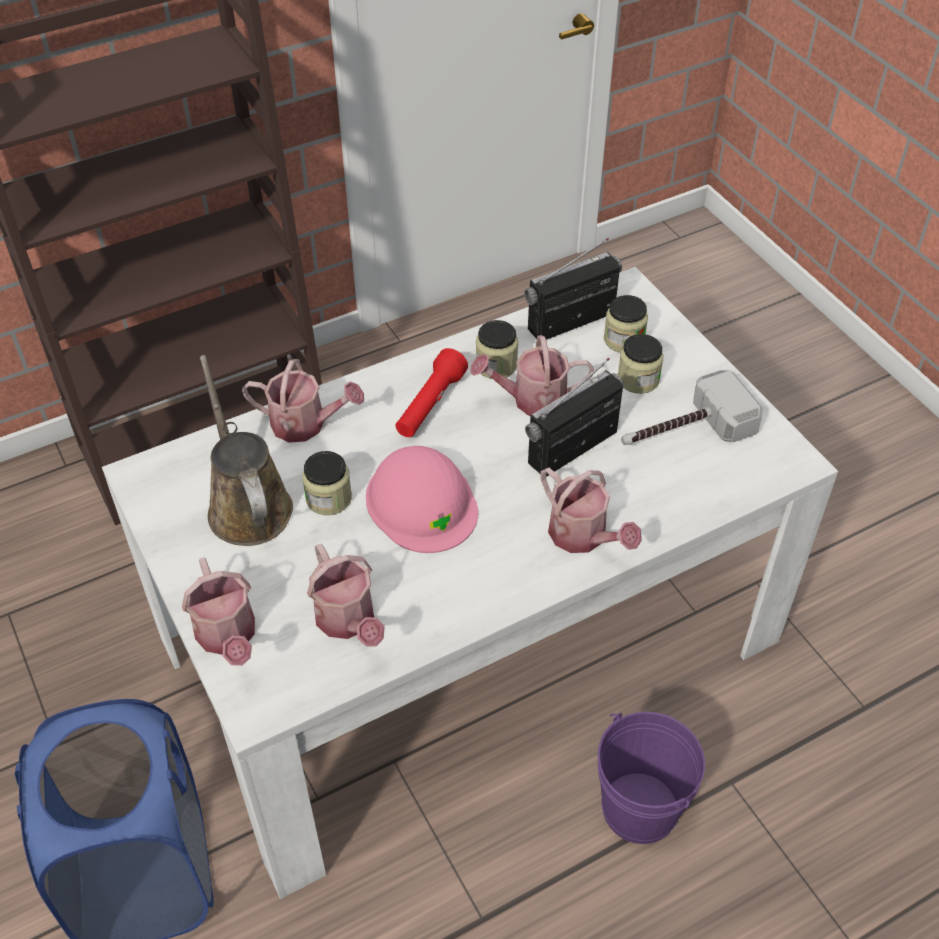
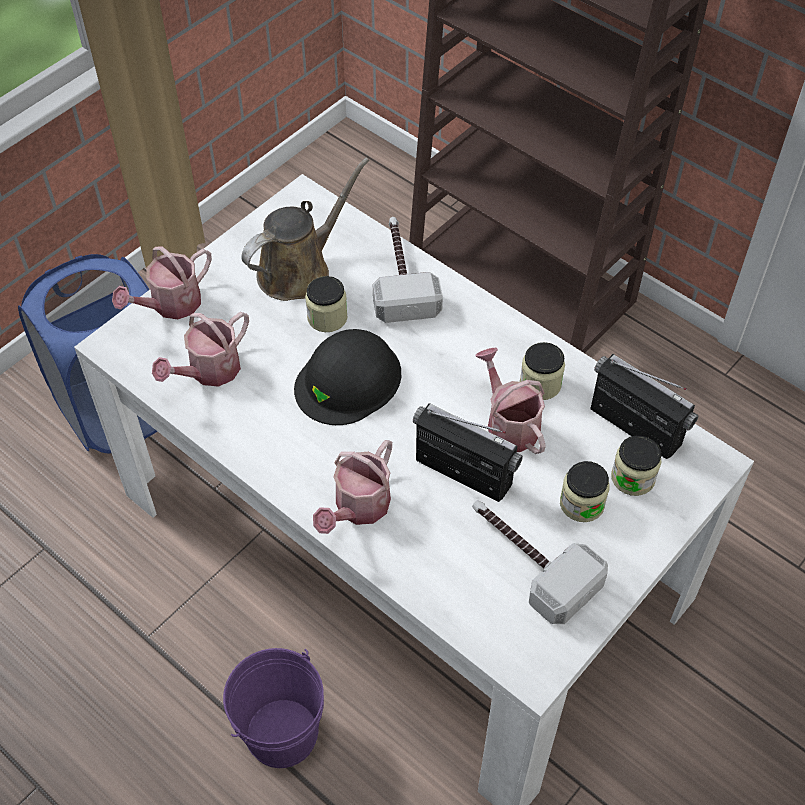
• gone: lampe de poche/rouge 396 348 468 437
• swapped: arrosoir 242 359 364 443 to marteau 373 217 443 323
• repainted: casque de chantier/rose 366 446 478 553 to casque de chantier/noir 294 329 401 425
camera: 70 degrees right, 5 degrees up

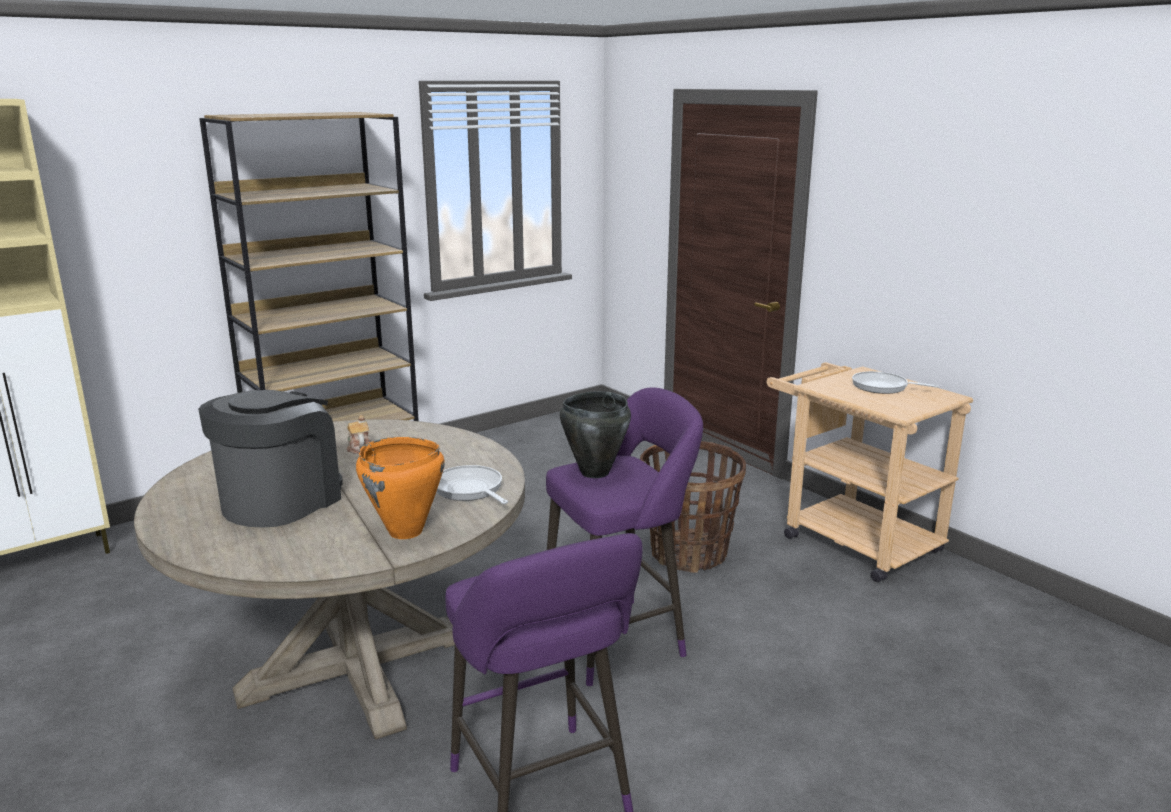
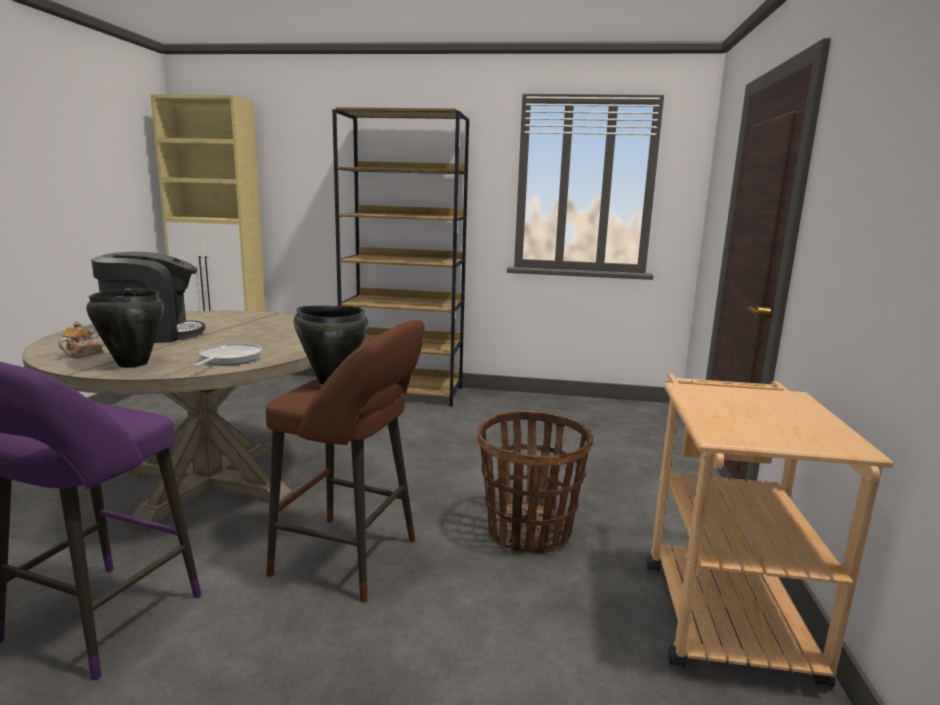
• gone: poêle 852 371 939 394
• repainted: tabouret/violet 546 388 703 686 to tabouret/marron 266 319 425 602
• shifted: théière 347 415 371 454 to 58 321 104 358
• repainted: marmite/orange 356 437 445 539 to marmite/noir 86 288 164 368
camera: 45 degrees right, 5 degrees down

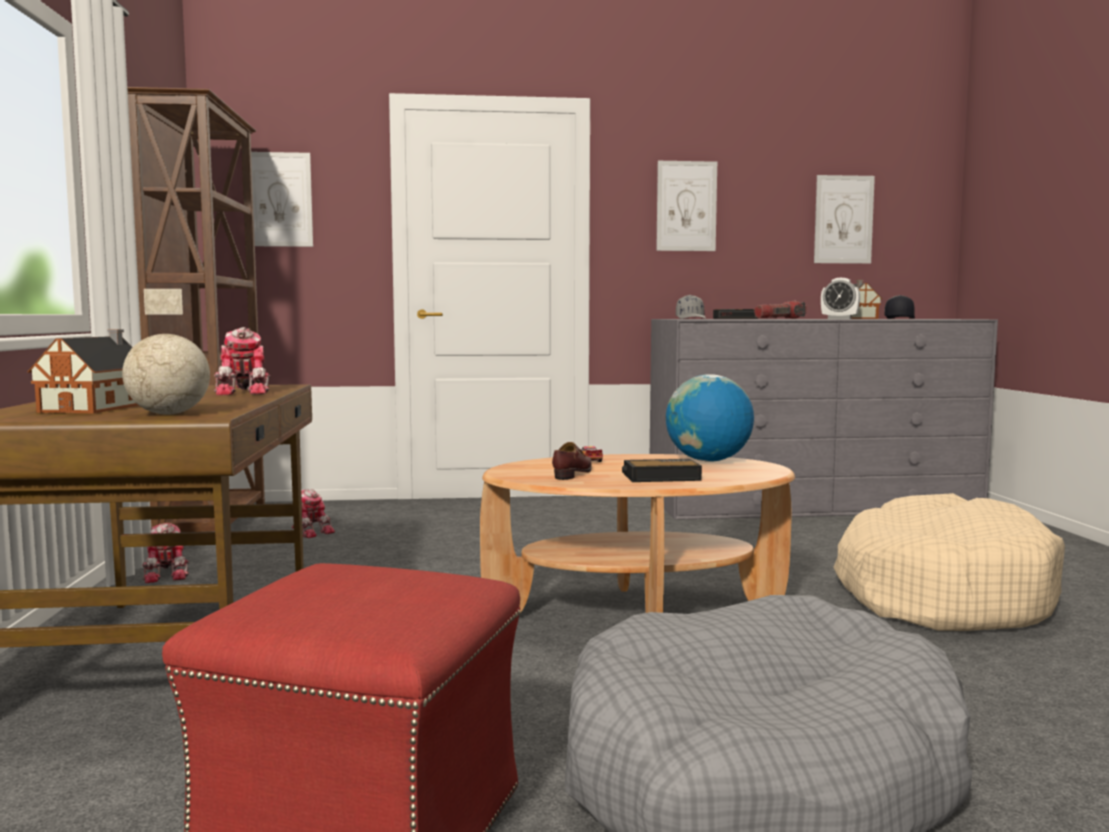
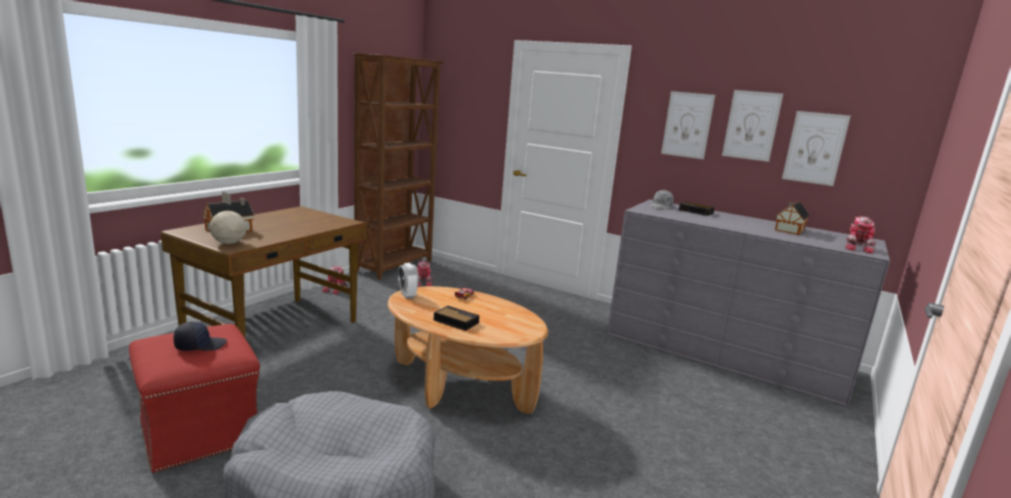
• shifted: tableau 251 152 313 247 to 722 90 783 162
• shifted: réveil 821 278 860 319 to 398 263 419 299
• shifted: casquette/noir 884 295 915 319 to 174 321 227 351
• gone: lampe de poche 754 301 807 319
• shifted: robot jouet 214 327 271 395 to 845 217 876 254
• gone: globe 666 374 754 462
• gone: chaussure/marron 552 442 592 480
• gone: panier pour chien/beige 834 493 1065 631
camera: 35 degrees right, 10 degrees up

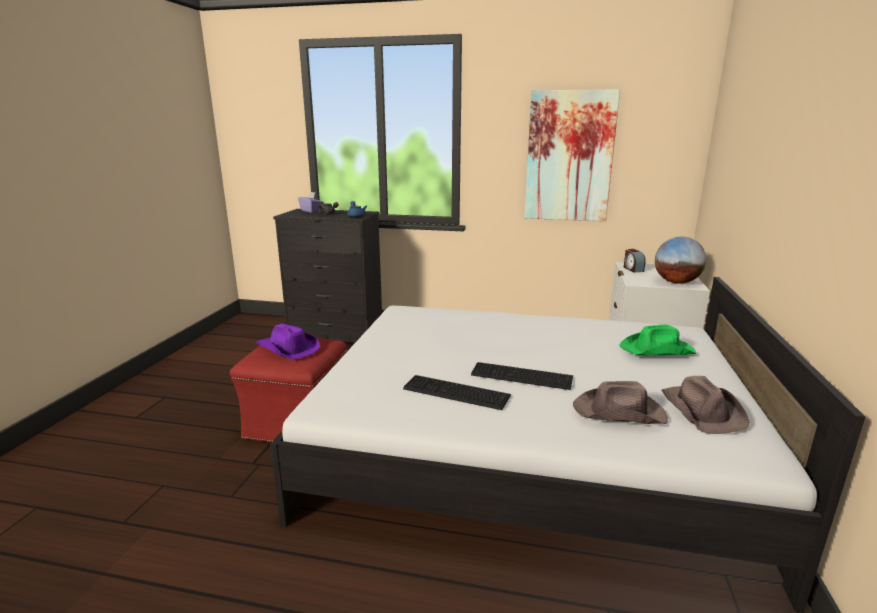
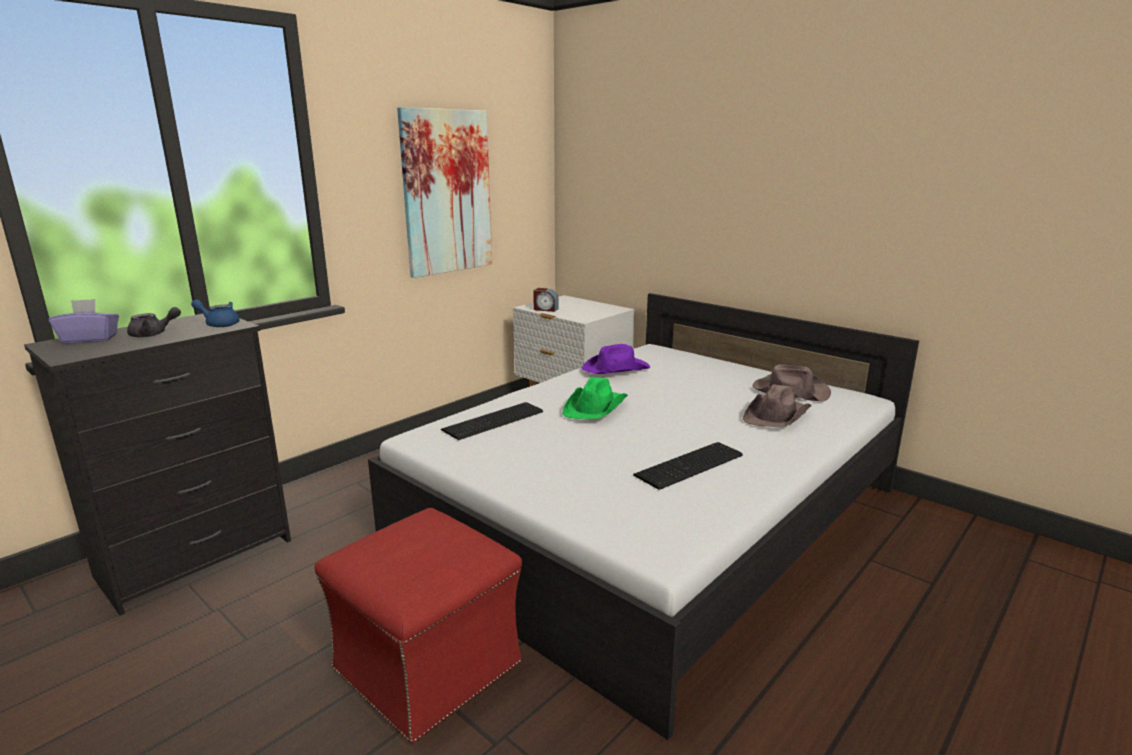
• gone: globe 655 237 706 284
• shifted: chapeau/violet 256 324 320 360 to 581 344 650 374
• shifted: chapeau/vert 620 324 696 356 to 562 377 628 419
• shifted: clavier 471 362 573 390 to 441 402 543 440
camera: 60 degrees left, 0 degrees up

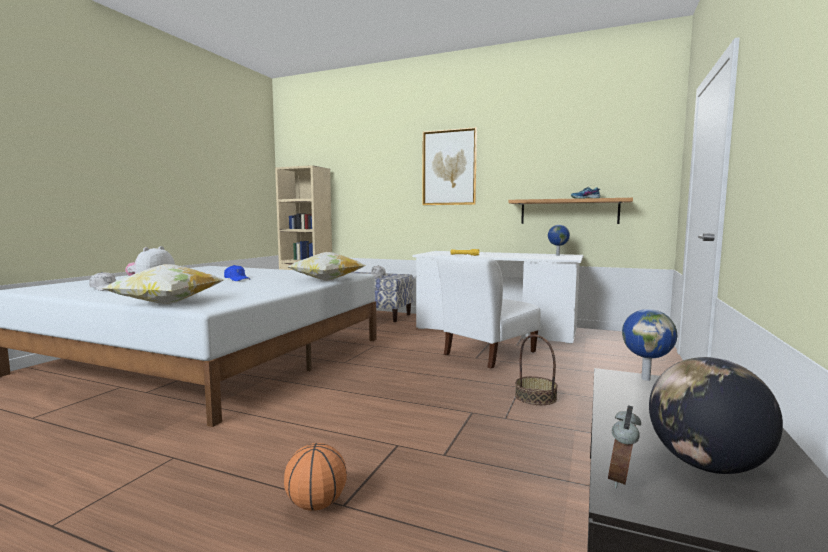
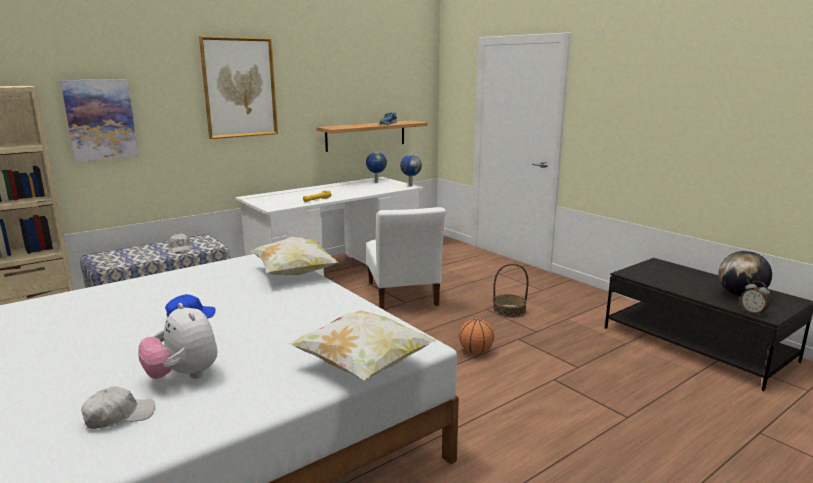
• shifted: globe 622 309 677 381 to 400 154 422 186
• shifted: ballon de basket 284 443 347 511 to 459 318 494 354
• new: tableau 61 79 138 162
camera: 60 degrees left, 10 degrees up

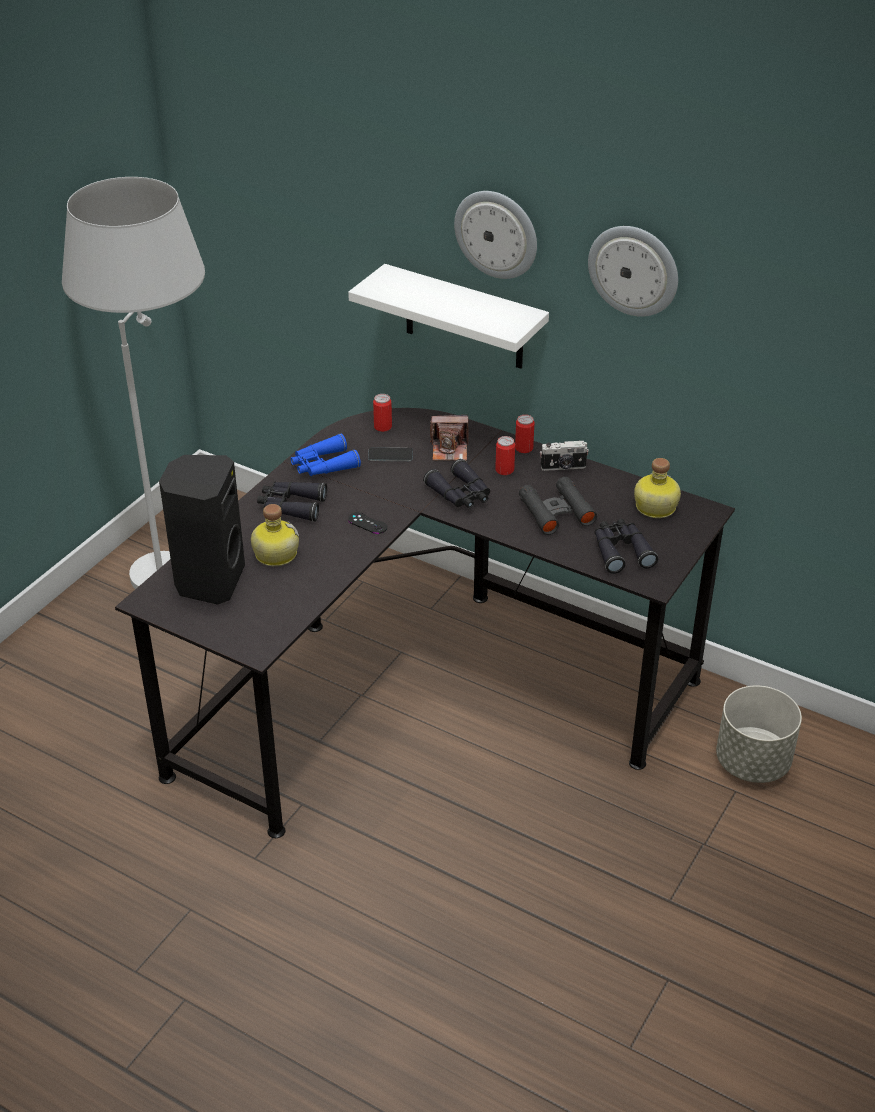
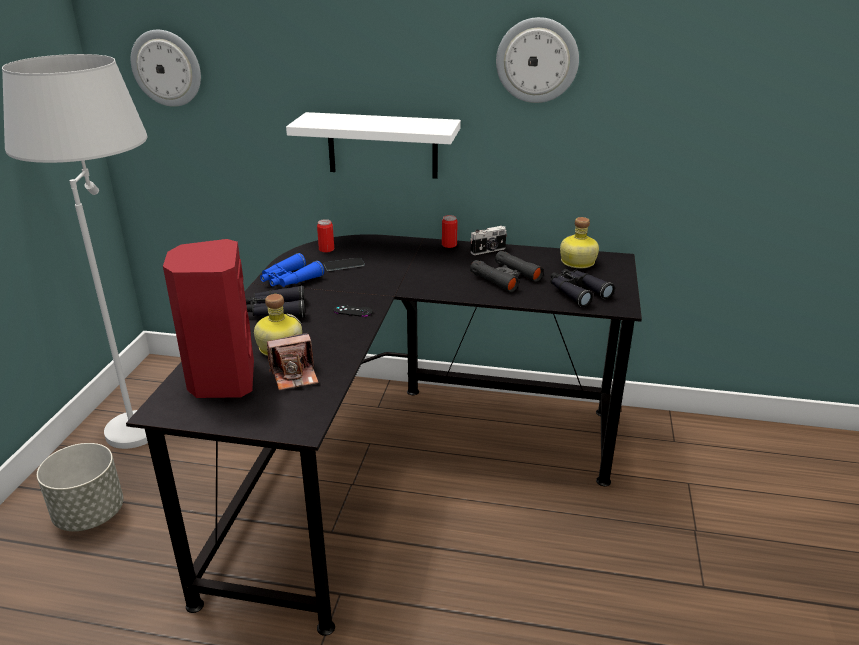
• shifted: horloge murale 454 191 537 279 to 131 30 201 107
• shifted: appareil photo 430 415 468 461 to 267 333 318 390
• gone: boîte métallique 495 436 515 475
• repainted: enceinte/noir 159 455 245 605 to enceinte/rouge 163 239 254 398
• gone: jumelles/noir 423 459 490 508
• shifted: cache-pot/gris 716 685 802 783 to 37 443 124 531
camera: 20 degrees left, 10 degrees down

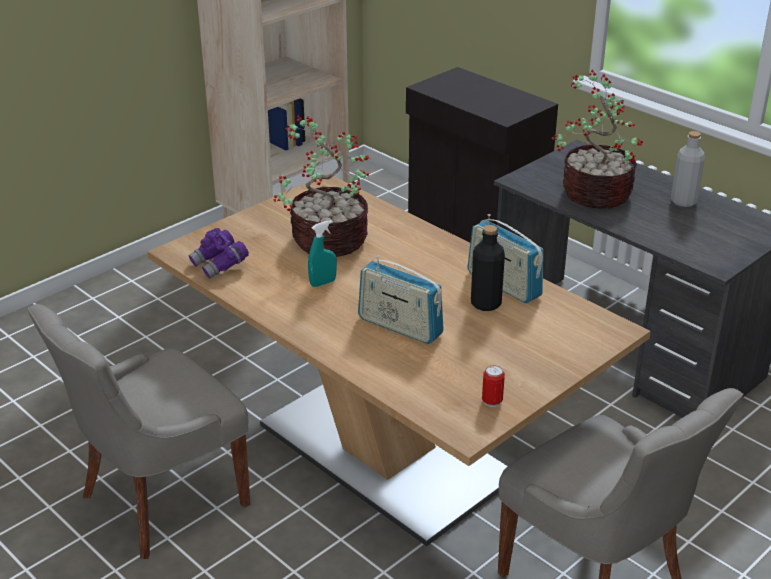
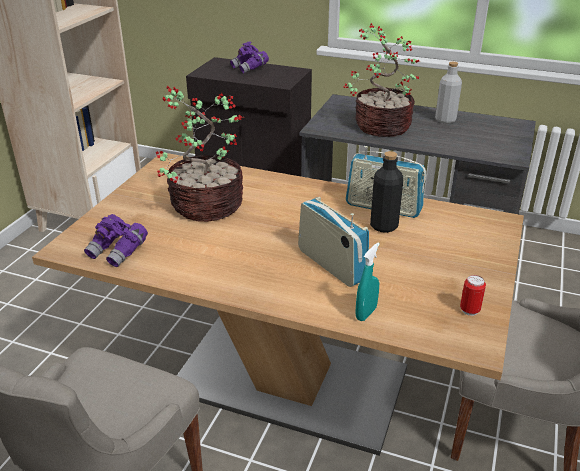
• shifted: vaporisateur/turquoise 308 220 337 287 to 355 243 380 321
• rotated: radio 358 255 444 344 = 298 197 369 287 135 degrees counterclockwise
• new: jumelles/violet 230 42 269 74
camera: 25 degrees left, 0 degrees up

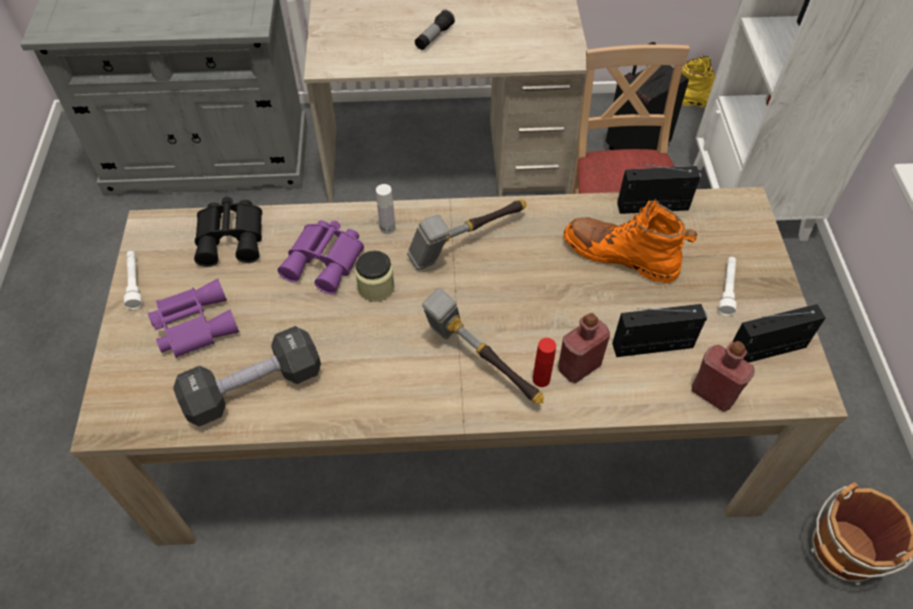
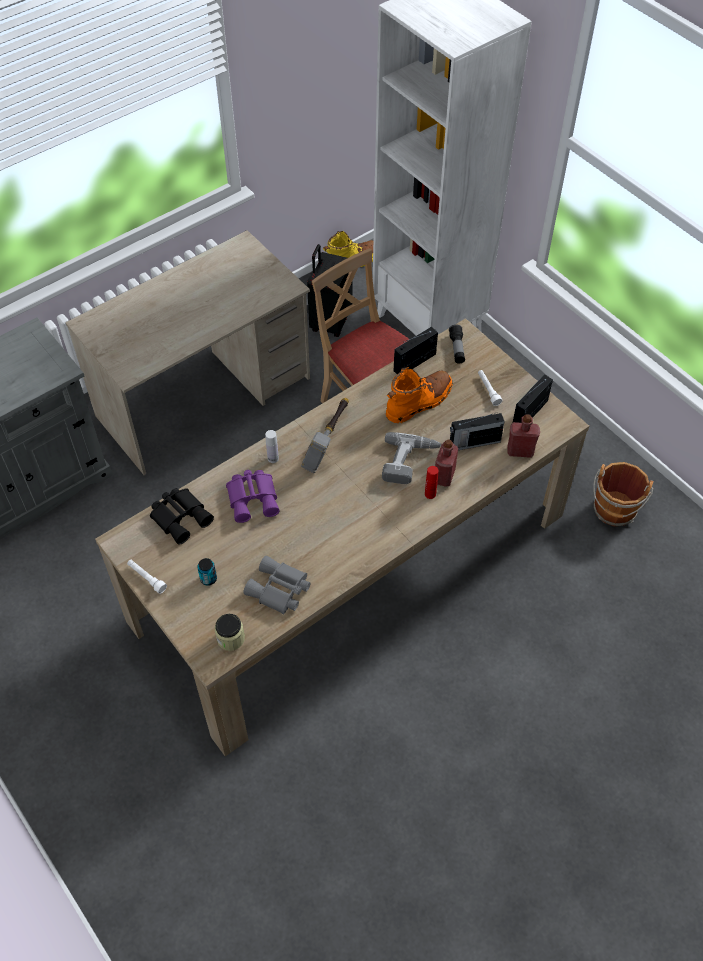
• shifted: lampe de poche 415 10 455 50 to 449 325 465 364
• rotated: botte/orange 564 199 698 284 = 386 367 453 423 150 degrees clockwise
• shifted: bocal 355 251 395 302 to 215 614 245 651
• swapped: jumelles/violet 148 279 239 358 to boîte métallique 197 558 217 586
• gone: marteau 422 288 544 404
• rotated: radio 612 304 707 357 = 450 412 505 450 150 degrees counterclockwise
• swapped: haltère/noir 174 326 321 427 to jumelles/gris 243 555 311 615
• new: perceuse 382 432 441 484
camera: 35 degrees left, 0 degrees up

